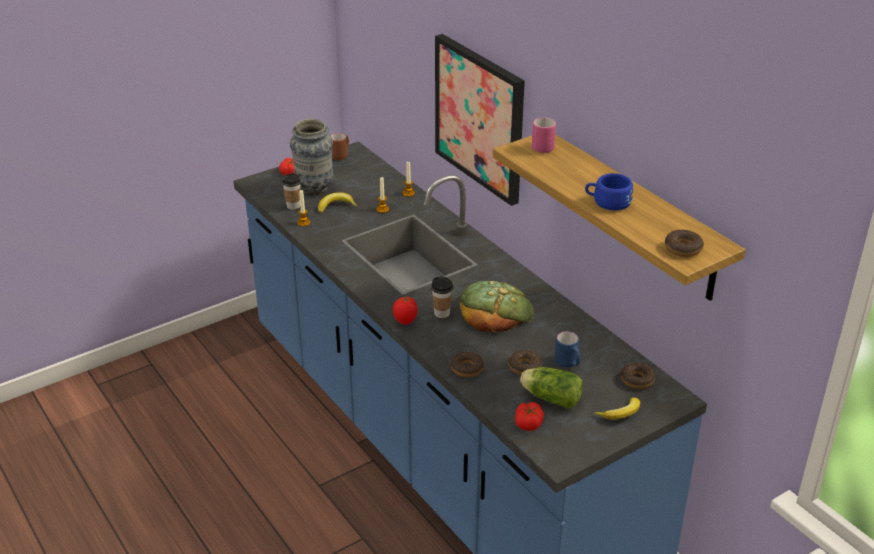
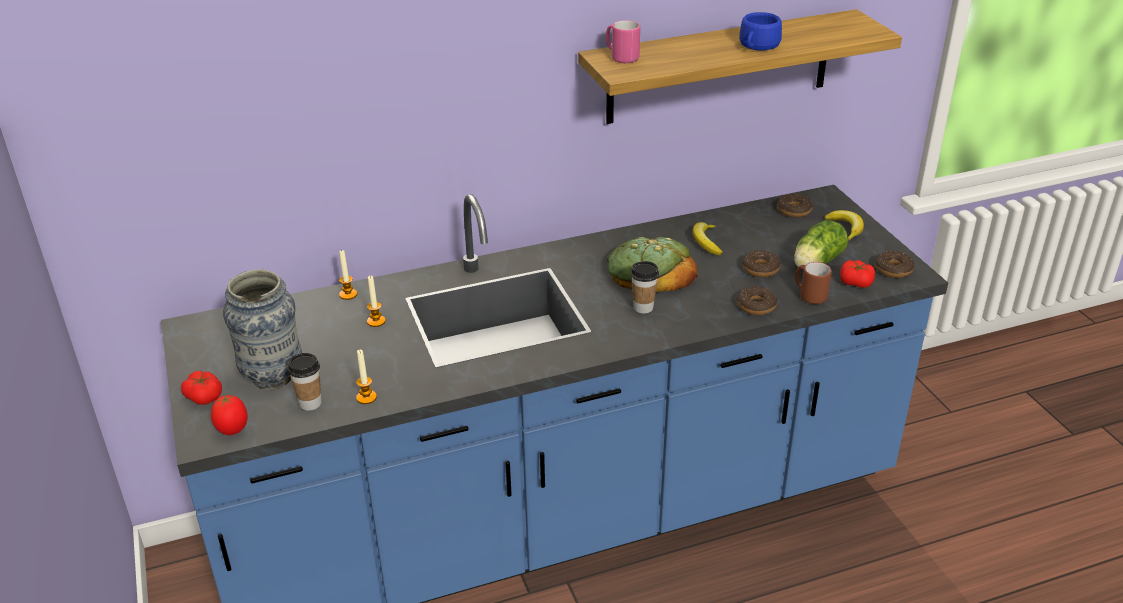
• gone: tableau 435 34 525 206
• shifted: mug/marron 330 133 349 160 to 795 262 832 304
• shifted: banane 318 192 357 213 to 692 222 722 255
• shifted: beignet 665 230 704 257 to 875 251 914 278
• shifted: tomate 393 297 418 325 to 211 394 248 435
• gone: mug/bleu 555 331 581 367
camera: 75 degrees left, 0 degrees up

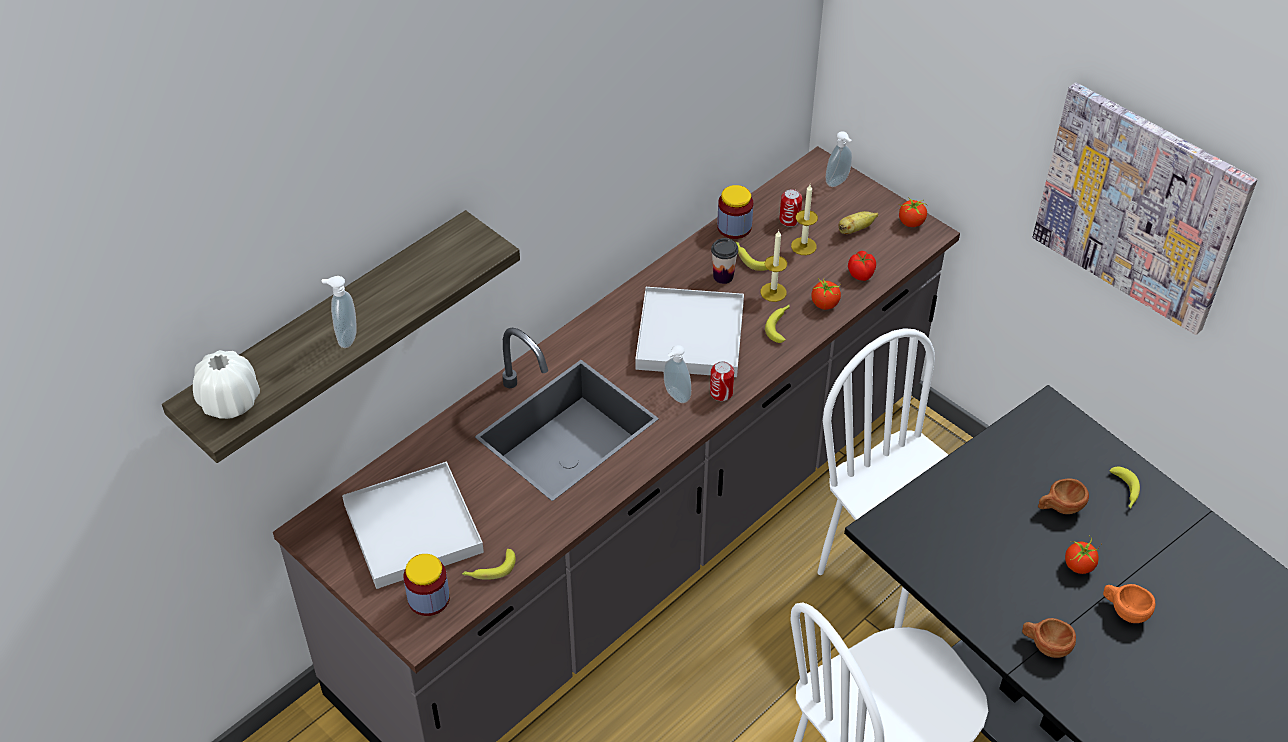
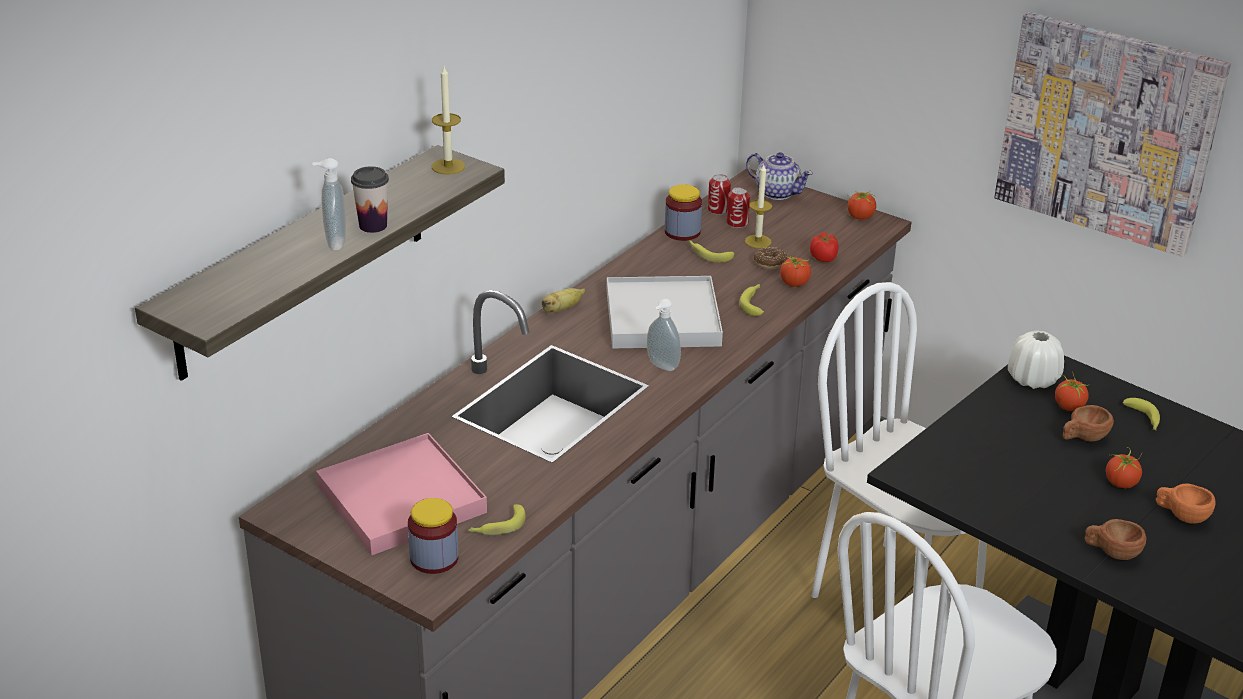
• swapped: distributeur de savon 826 131 852 187 to théière 746 152 813 200
• shifted: banane 838 211 878 234 to 542 288 586 313
• shifted: bougie 760 231 787 302 to 432 66 465 175
• shifted: tasse 711 238 738 284 to 351 166 389 233
• shifted: vase/blanc 193 350 260 419 to 1008 331 1064 389
• shifted: boîte métallique 710 361 734 401 to 708 174 731 215
• repainted: plateau/blanc 342 462 484 589 to plateau/rose 316 433 487 555
• new: beignet 754 247 788 269
• new: tomate 1055 371 1090 411
camera: 10 degrees left, 15 degrees down

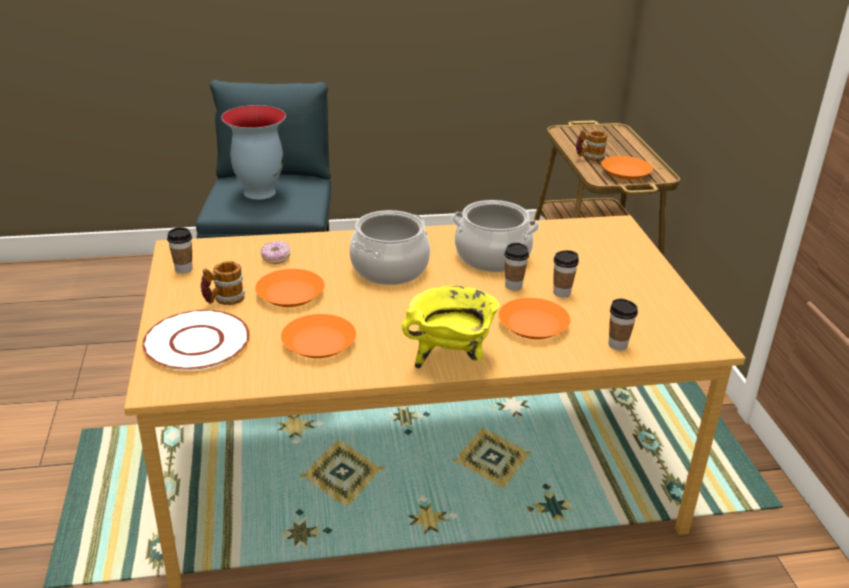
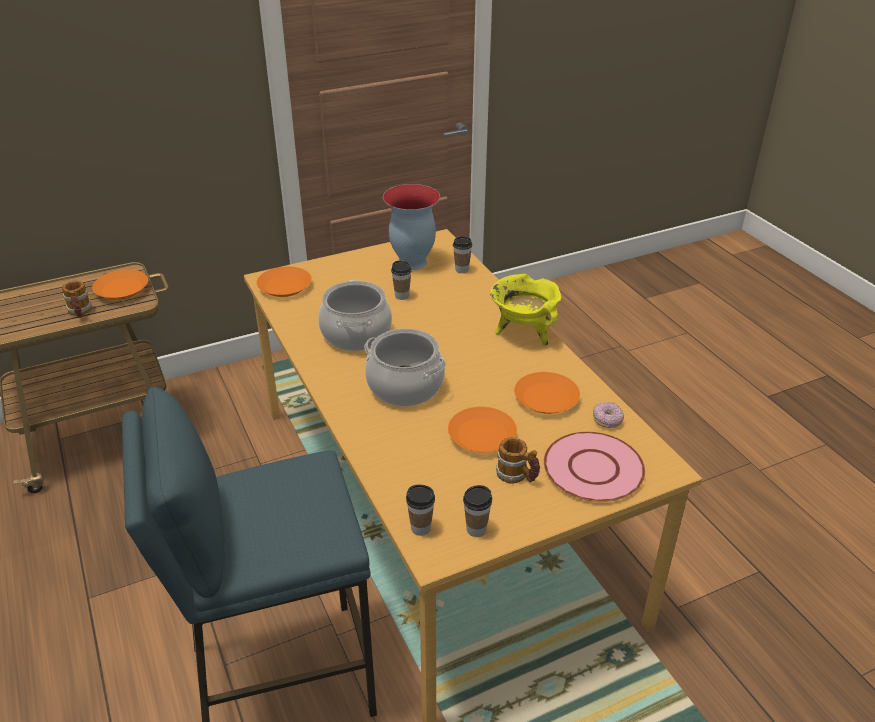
• shifted: vase 221 105 286 199 to 383 184 440 270
• shifted: beignet 261 241 290 264 to 593 402 624 428
• shifted: tasse 504 243 529 290 to 406 484 435 536
• shifted: assiette/orange 498 298 571 339 to 257 266 312 297
• repainted: assiette/blanc 142 310 250 371 to assiette/rose 544 432 645 502
camera: 105 degrees left, 5 degrees up

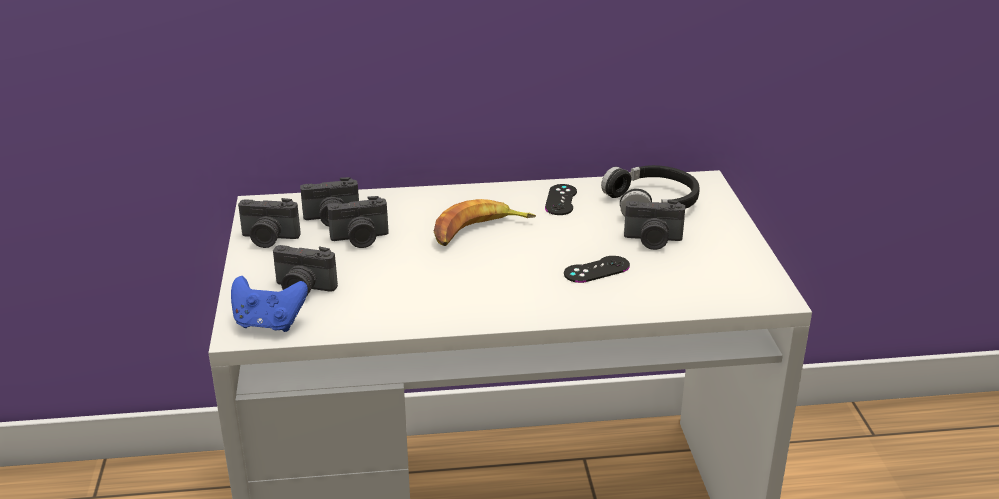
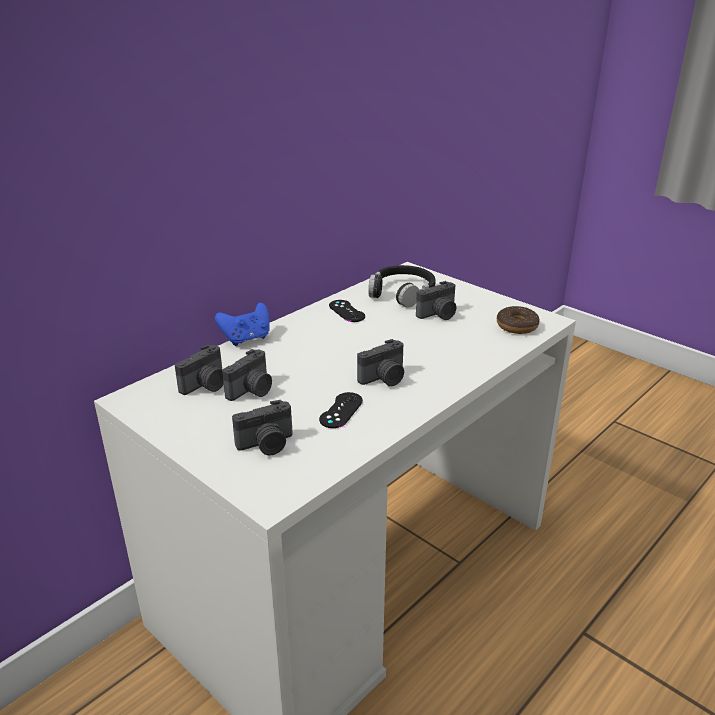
• shifted: appareil photo 238 198 301 248 to 357 339 404 386
• gone: banane 434 199 536 246
• shifted: manette/noir 564 256 630 283 to 319 392 363 428
• shifted: manette/bleu 231 276 308 332 to 215 303 270 346
• new: beignet 497 306 540 334
camera: 40 degrees left, 0 degrees up

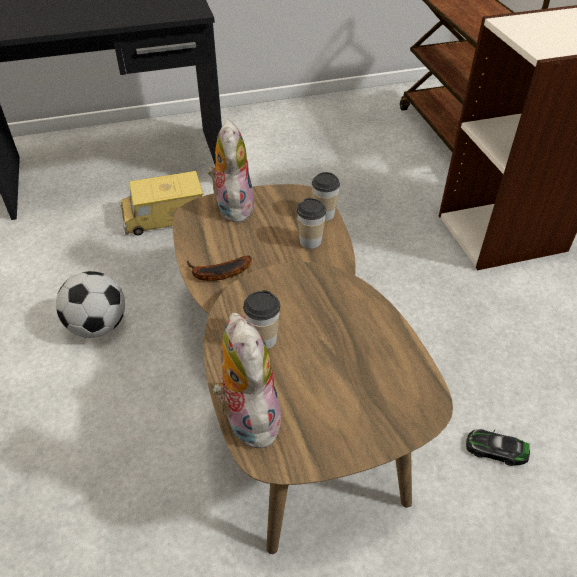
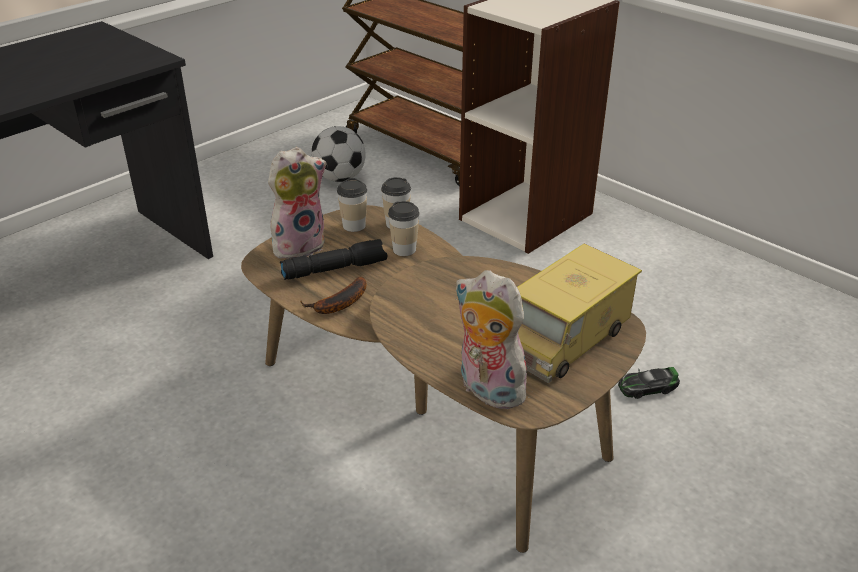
• rotated: peluche 207 119 255 223 = 268 147 326 259 90 degrees clockwise
• shifted: camion jouet 120 171 203 235 to 517 244 642 383
• shifted: ballon de foot 56 271 125 338 to 311 126 365 182
• shifted: tasse 243 290 280 349 to 337 178 367 232
• new: lampe de poche/noir 280 239 387 280
camera: 30 degrees left, 10 degrees down

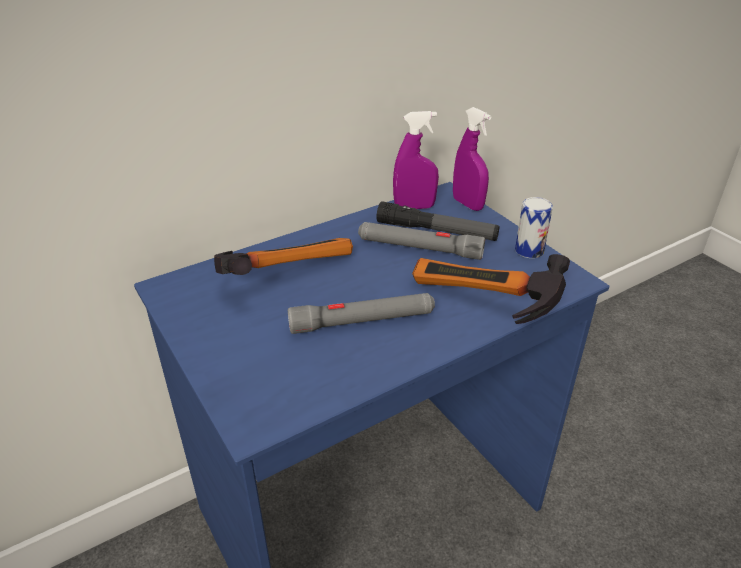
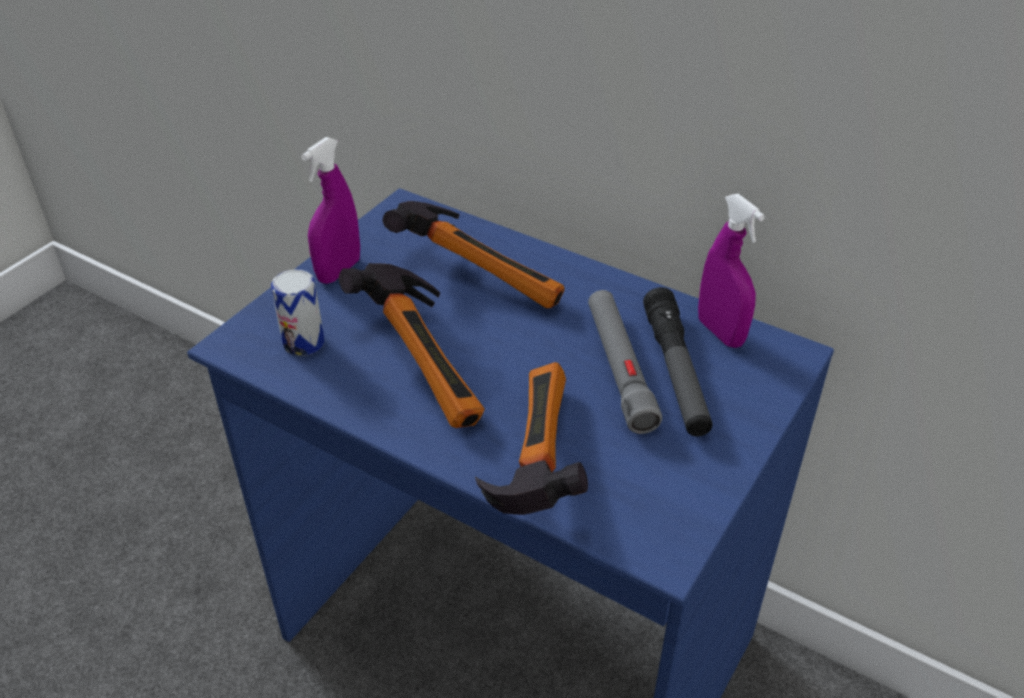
• shifted: vaporisateur/violet 453 107 491 211 to 301 137 360 284
• shifted: boîte métallique 515 197 553 258 to 271 269 324 356
• swapped: lampe de poche/gris 288 293 435 334 to marteau 339 263 485 428
camera: 65 degrees right, 5 degrees up

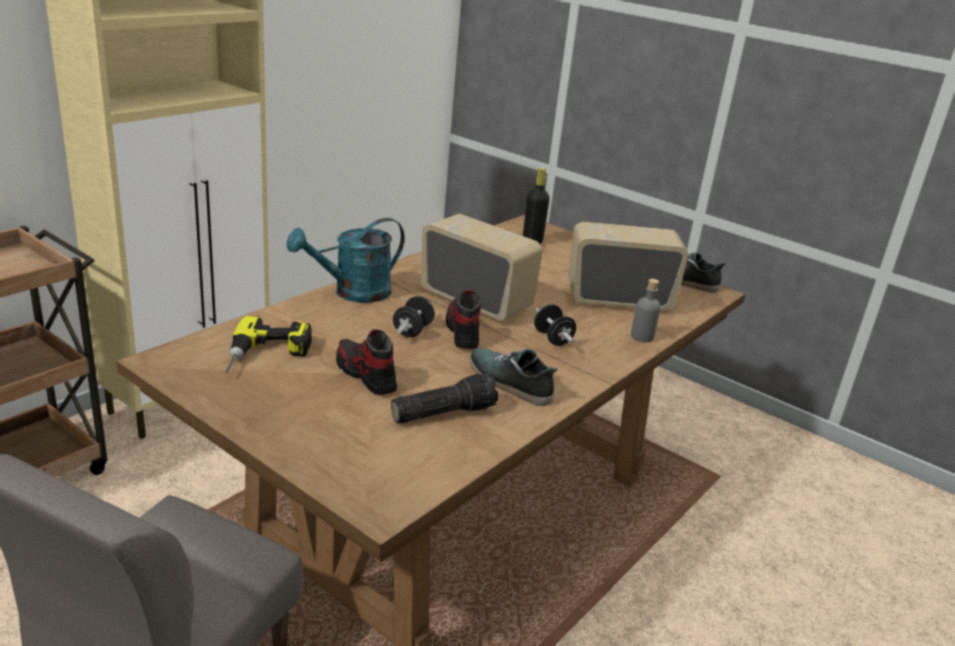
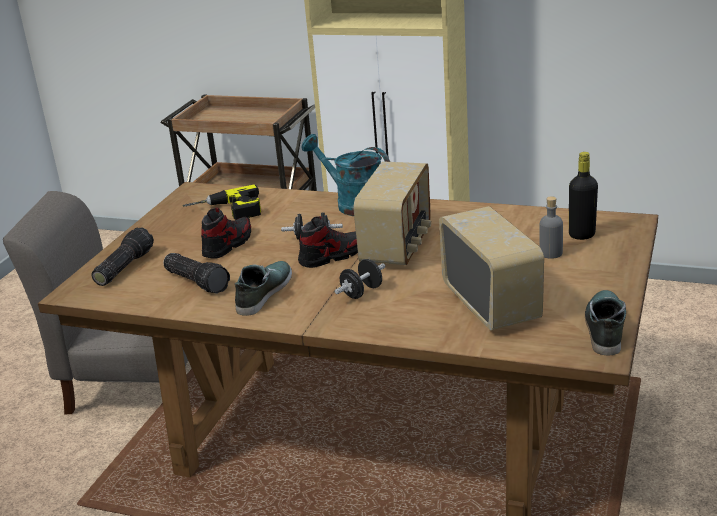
• shifted: bouteille/gris 631 279 661 342 to 540 196 563 259
• new: lampe de poche 91 227 154 286
camera: 75 degrees right, 0 degrees up

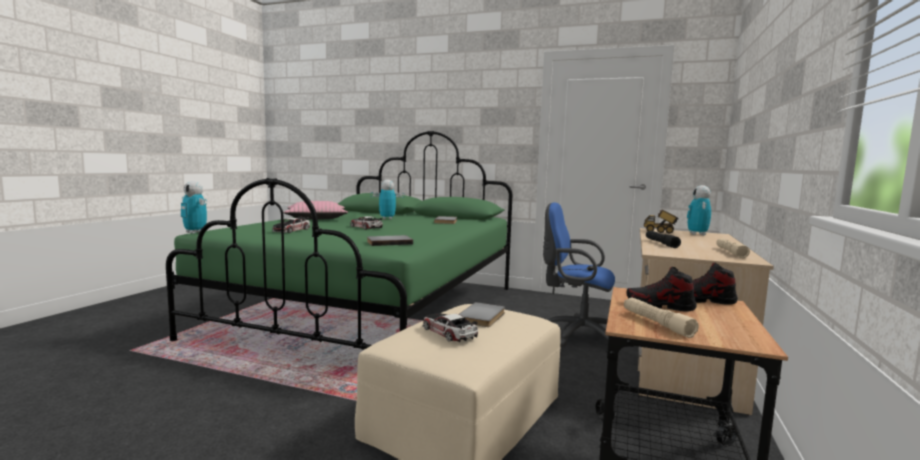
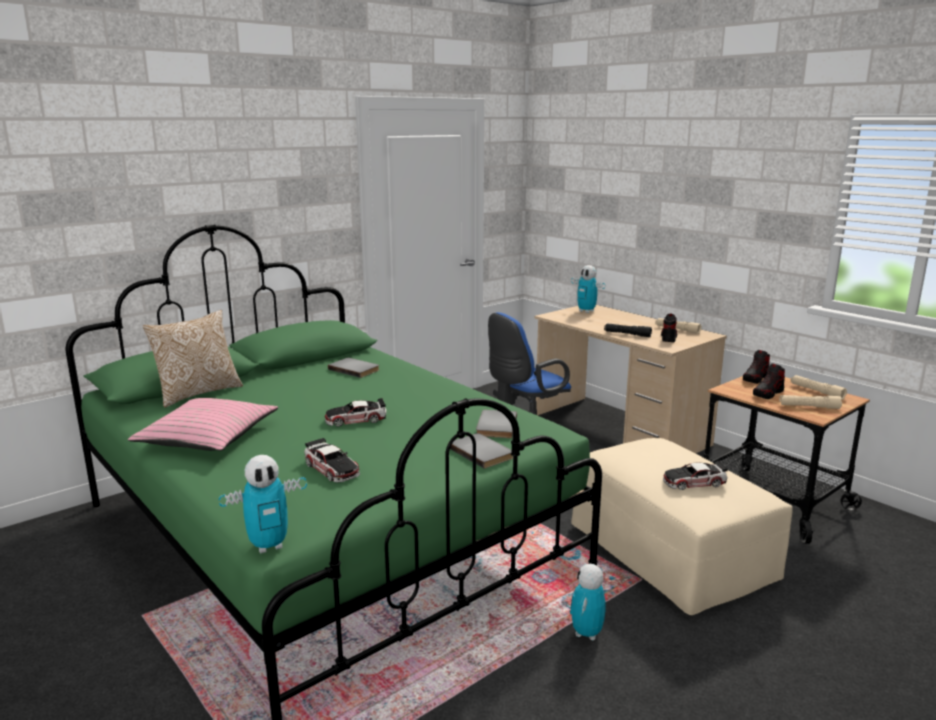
• shifted: robot jouet 370 180 405 220 to 570 564 605 640
• gone: camion jouet 644 210 679 234
• shifted: livre/gris 459 302 505 327 to 448 433 513 469
• new: coussin 143 310 243 407
• new: chaussure 661 313 677 342
• new: lampe de poche/beige 791 375 847 400
camera: 60 degrees left, 10 degrees up

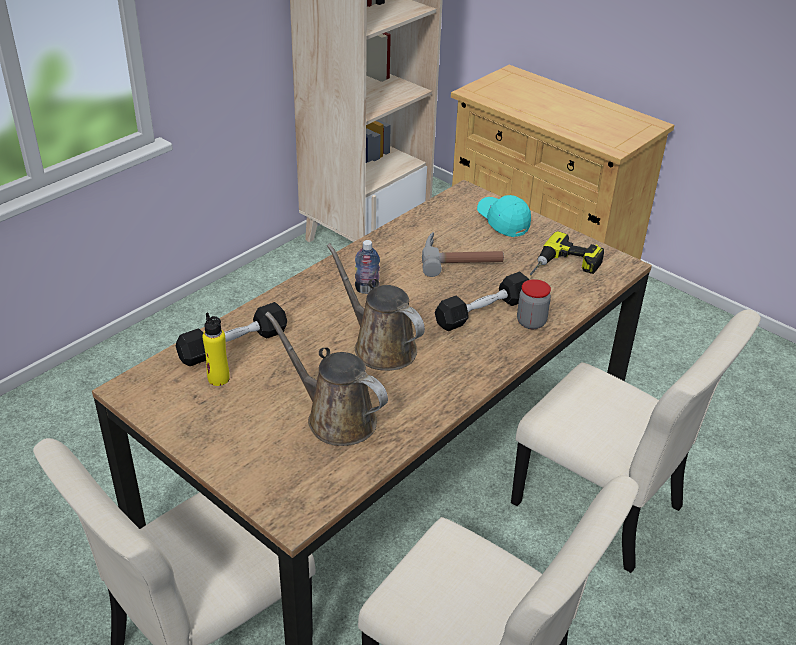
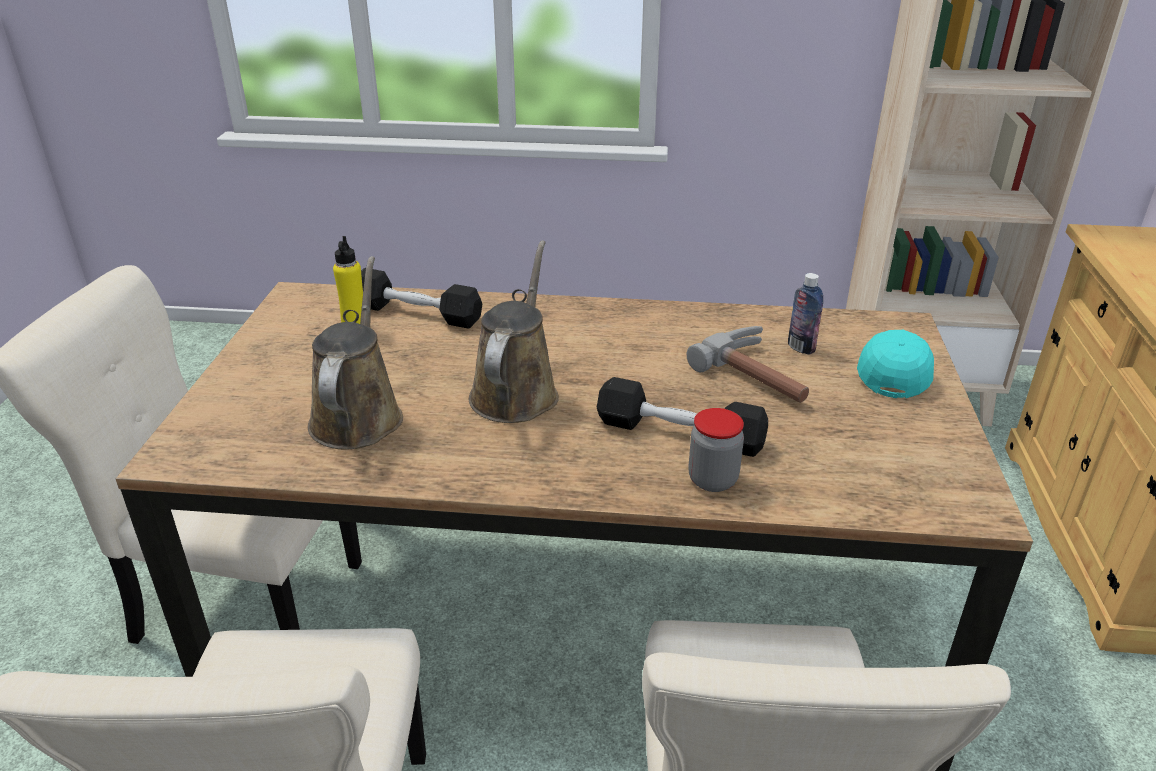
• gone: perceuse 530 231 604 276
• shifted: bouteille 355 240 380 294 to 788 273 823 355
camera: 55 degrees right, 5 degrees down

